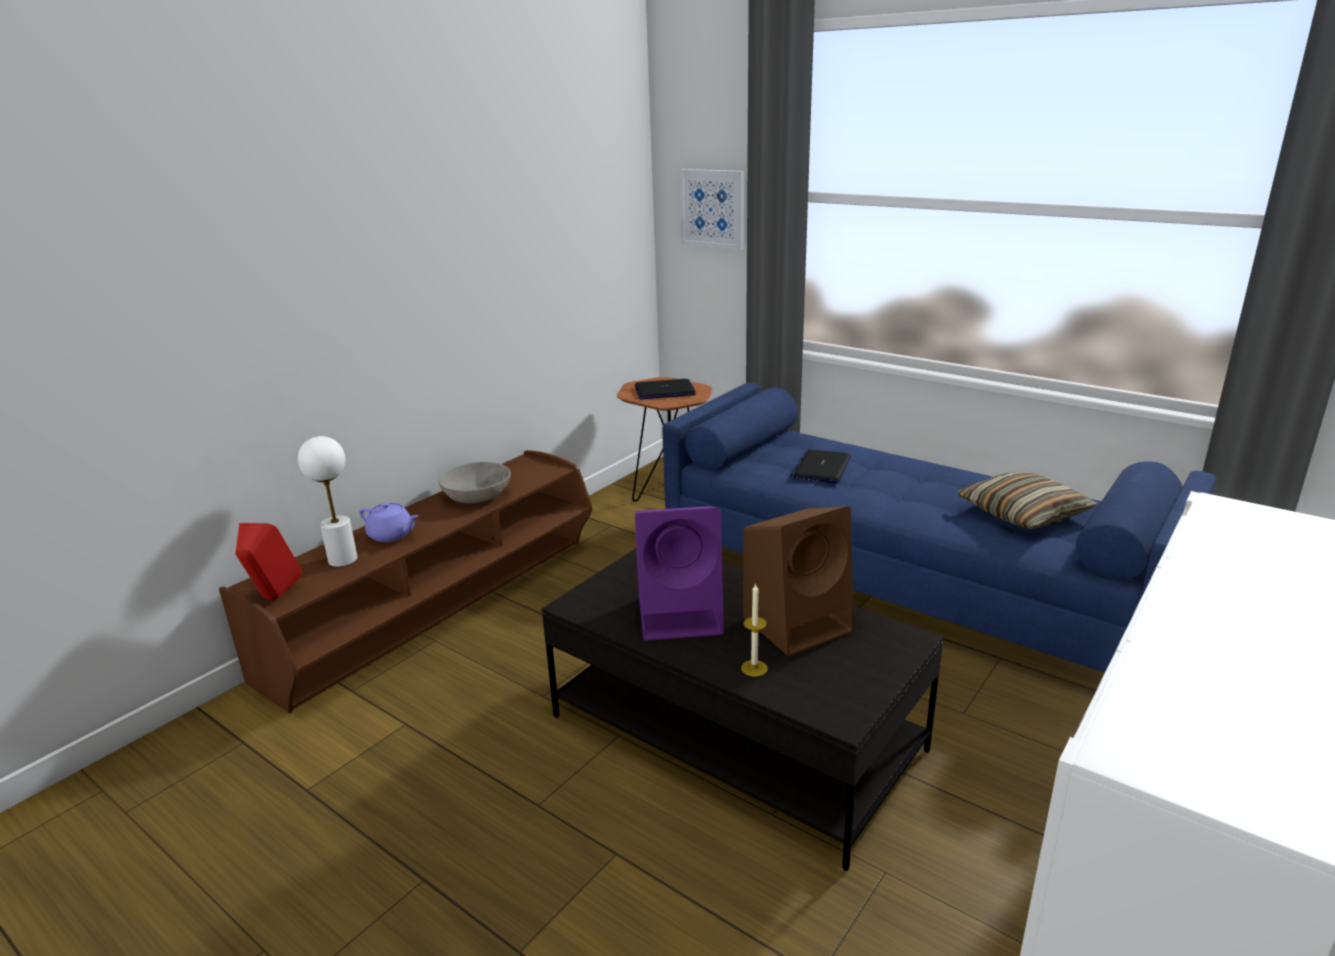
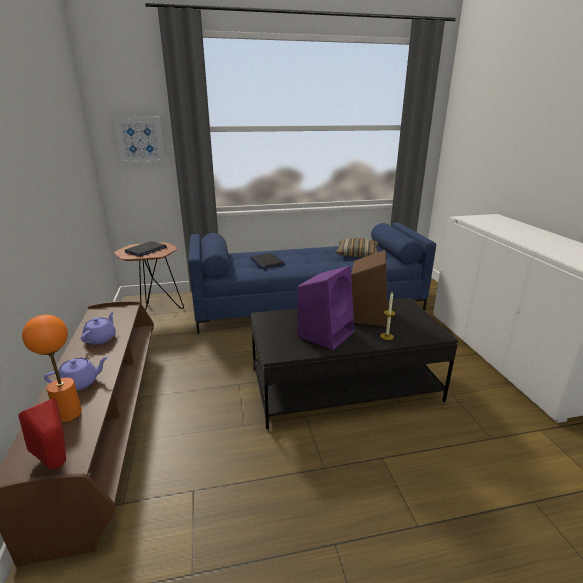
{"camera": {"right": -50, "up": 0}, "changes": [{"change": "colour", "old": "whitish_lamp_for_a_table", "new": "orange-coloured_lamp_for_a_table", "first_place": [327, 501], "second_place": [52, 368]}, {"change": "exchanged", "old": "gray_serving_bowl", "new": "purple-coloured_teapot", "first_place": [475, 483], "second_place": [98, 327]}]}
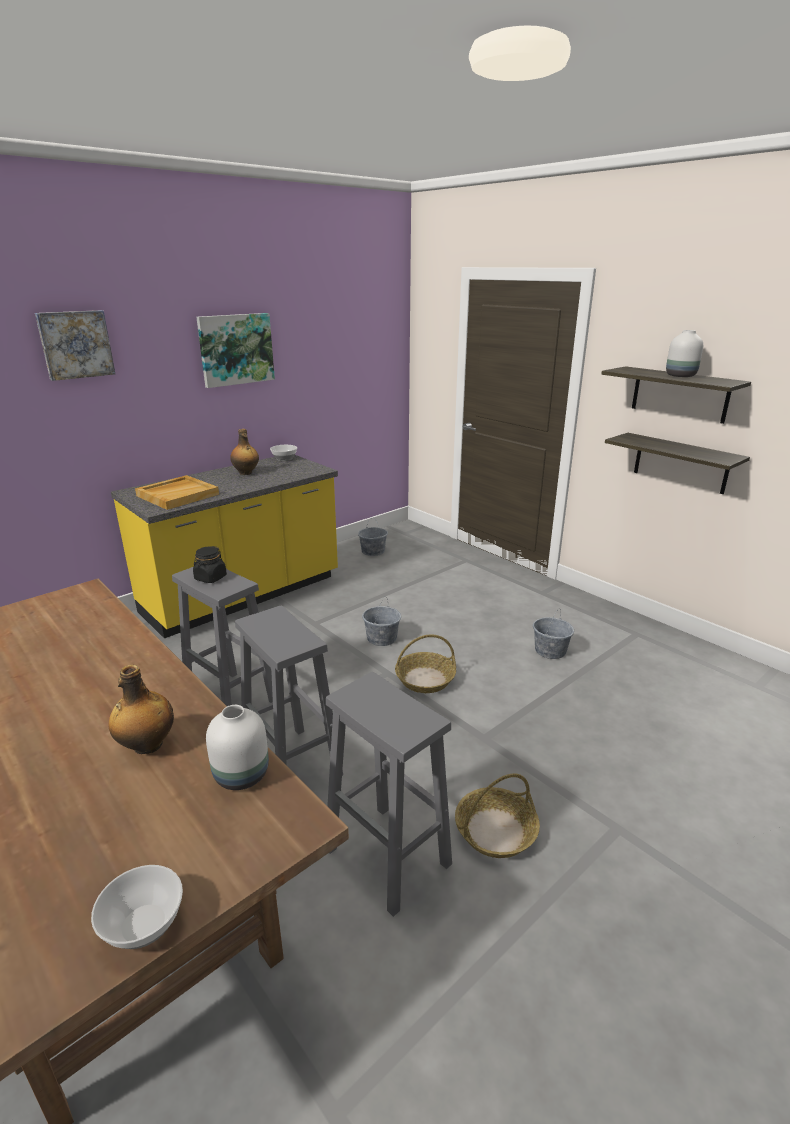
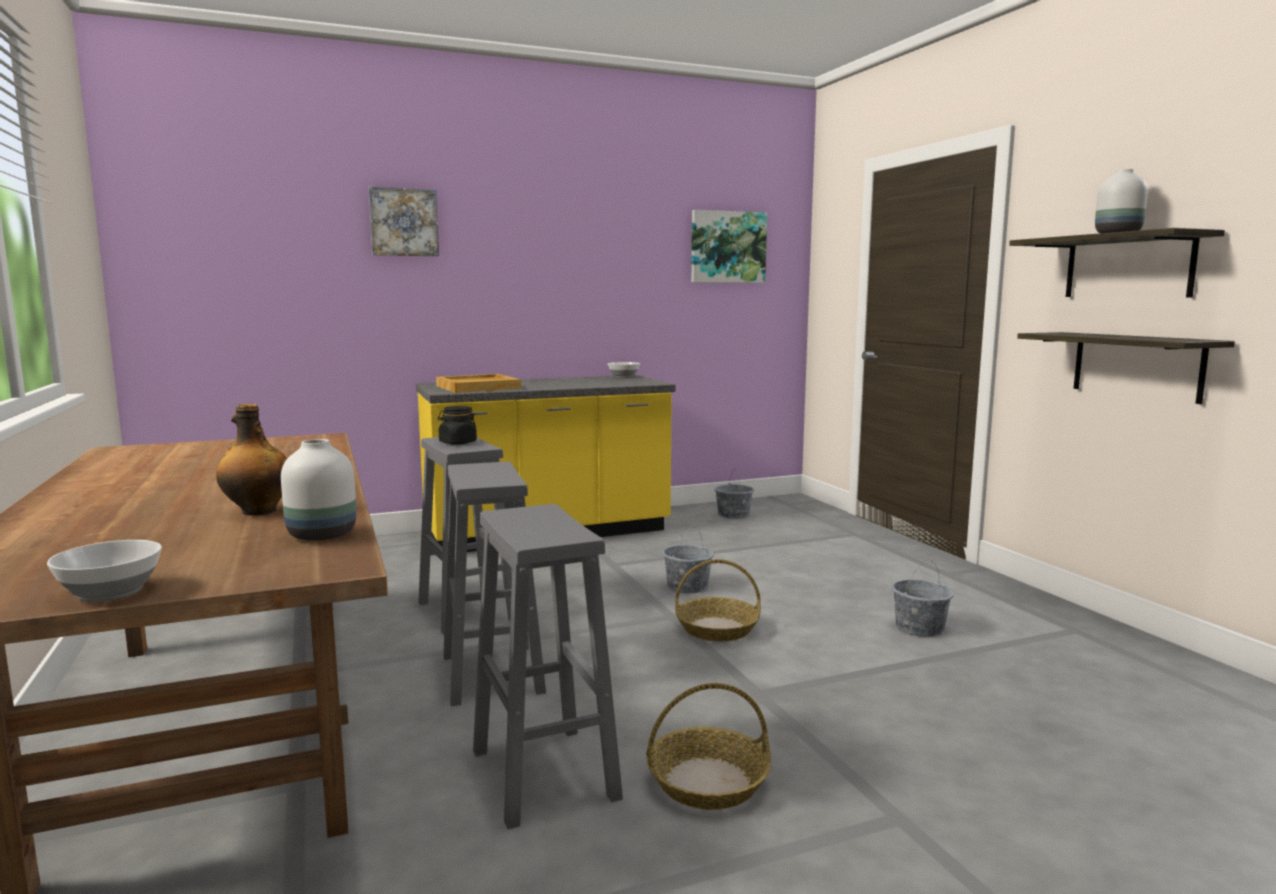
{"camera": {"right": 20, "up": -15}, "changes": [{"change": "relocated", "old": "picture", "first_place": [235, 350], "second_place": [729, 246]}, {"change": "missing", "old": "beverage_bottle", "first_place": [244, 452]}]}
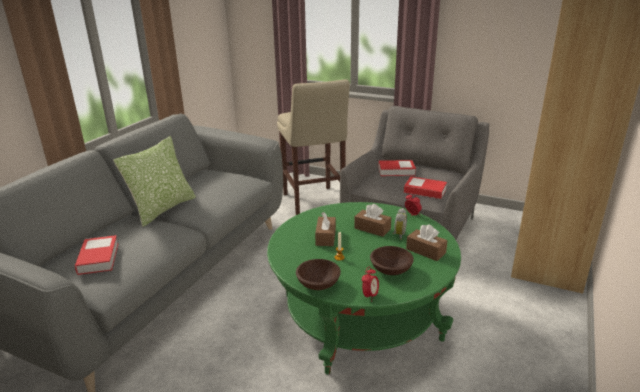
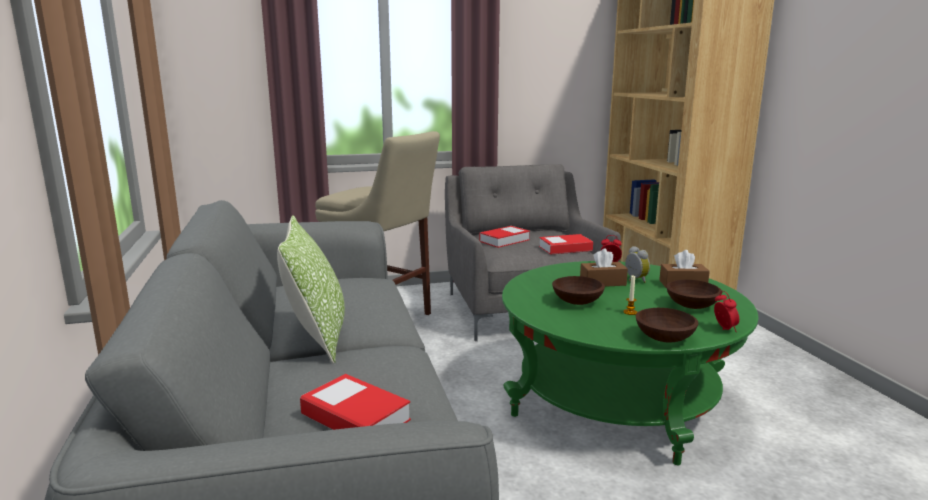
{"camera": {"right": -40, "up": -10}, "changes": [{"change": "exchanged", "old": "brown_box_of_tissues", "new": "brown_serving_bowl", "first_place": [325, 229], "second_place": [578, 290]}]}
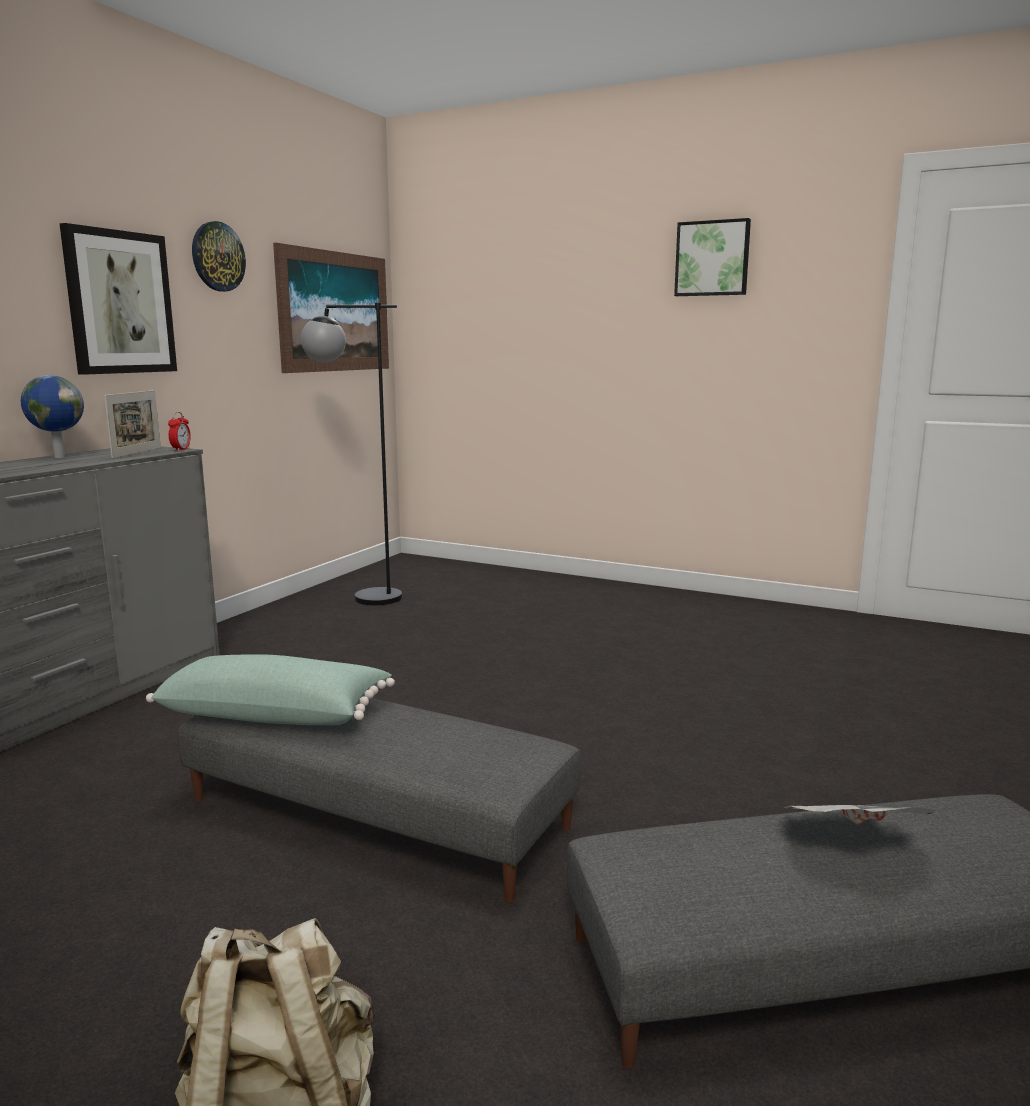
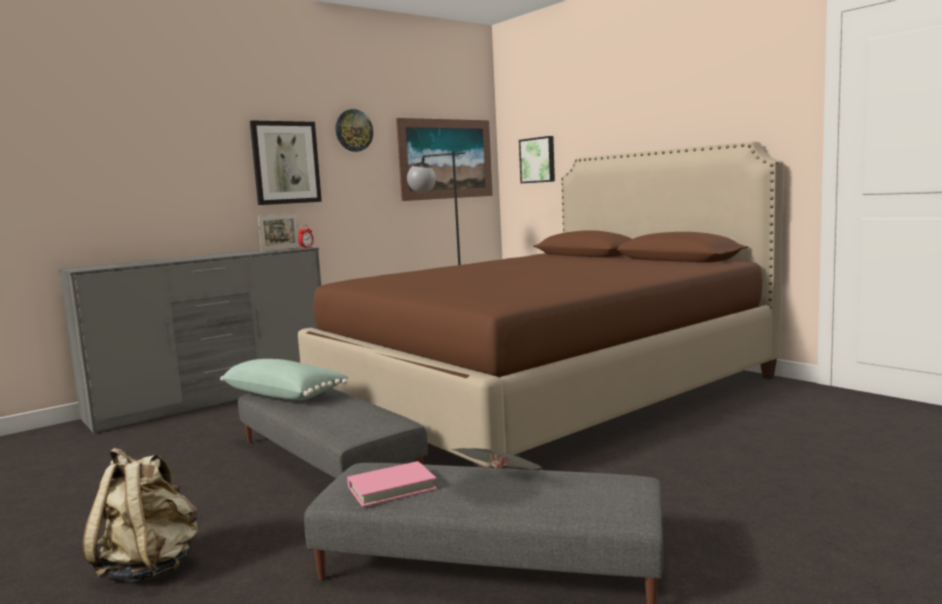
{"camera": {"right": 25, "up": -5}, "changes": [{"change": "relocated", "old": "picture", "first_place": [712, 257], "second_place": [537, 159]}, {"change": "missing", "old": "globe", "first_place": [52, 416]}, {"change": "appeared", "new": "brown_sleeping_bed", "second_place": [541, 305]}, {"change": "appeared", "new": "pinkish_book", "second_place": [392, 484]}]}
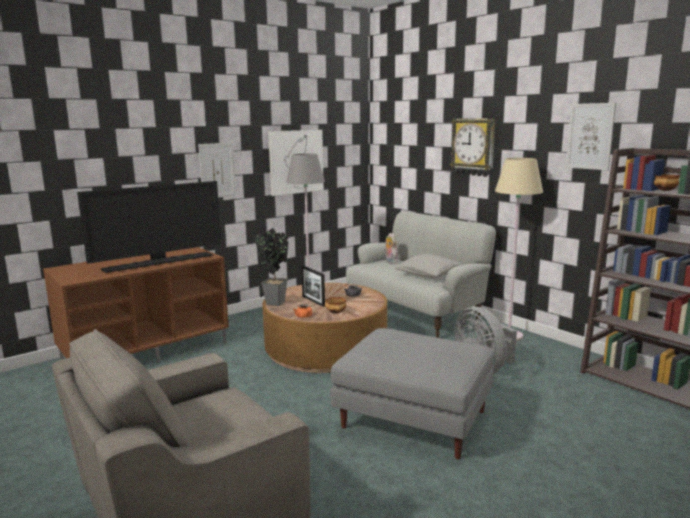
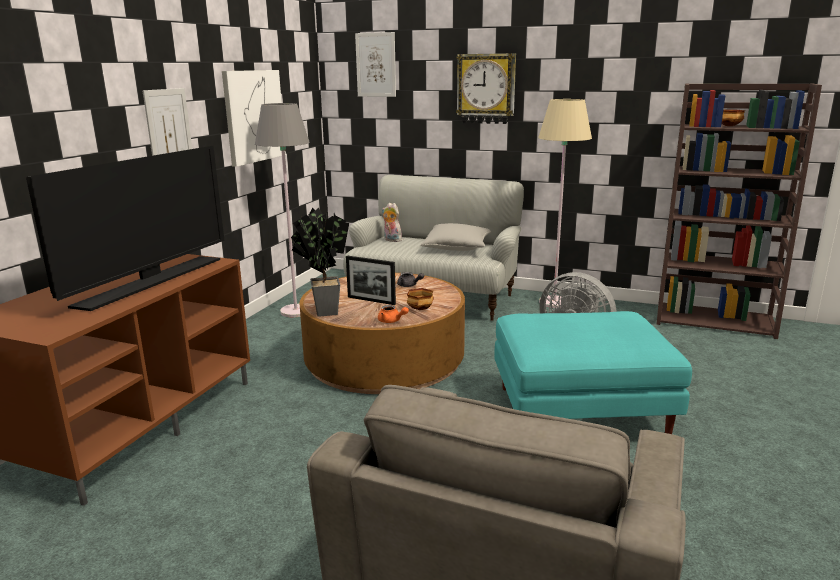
{"camera": {"right": -30, "up": 5}, "changes": [{"change": "relocated", "old": "picture", "first_place": [591, 136], "second_place": [375, 64]}, {"change": "colour", "old": "gray_footrest", "new": "blue-green_footrest", "first_place": [412, 393], "second_place": [593, 372]}]}
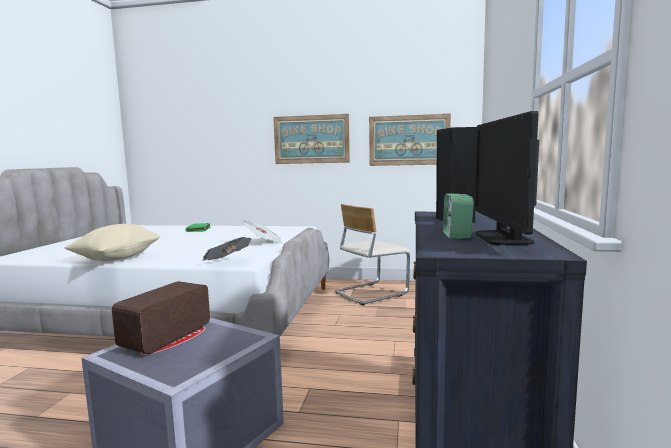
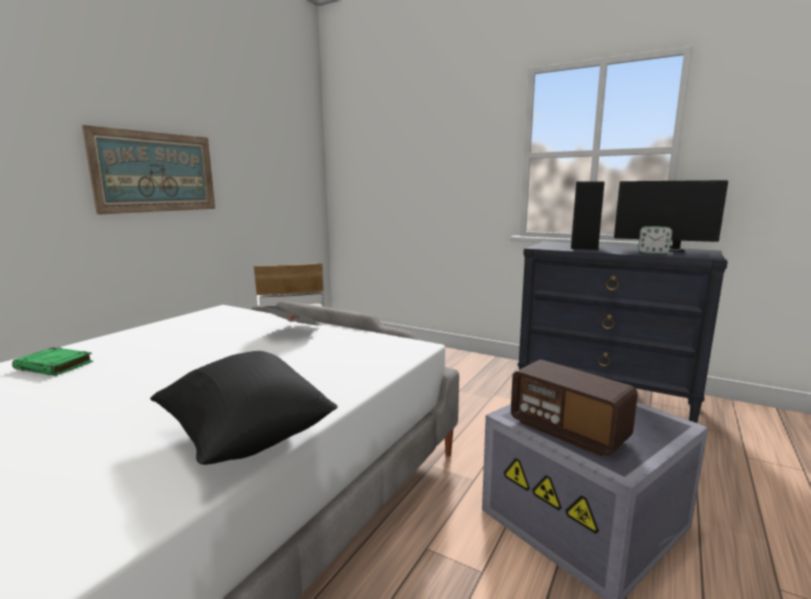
{"camera": {"right": -70, "up": 5}, "changes": [{"change": "missing", "old": "picture", "first_place": [410, 140]}, {"change": "colour", "old": "beige_throw_pillow", "new": "blackish_throw_pillow", "first_place": [112, 242], "second_place": [244, 408]}, {"change": "missing", "old": "daily_paper", "first_place": [227, 249]}]}
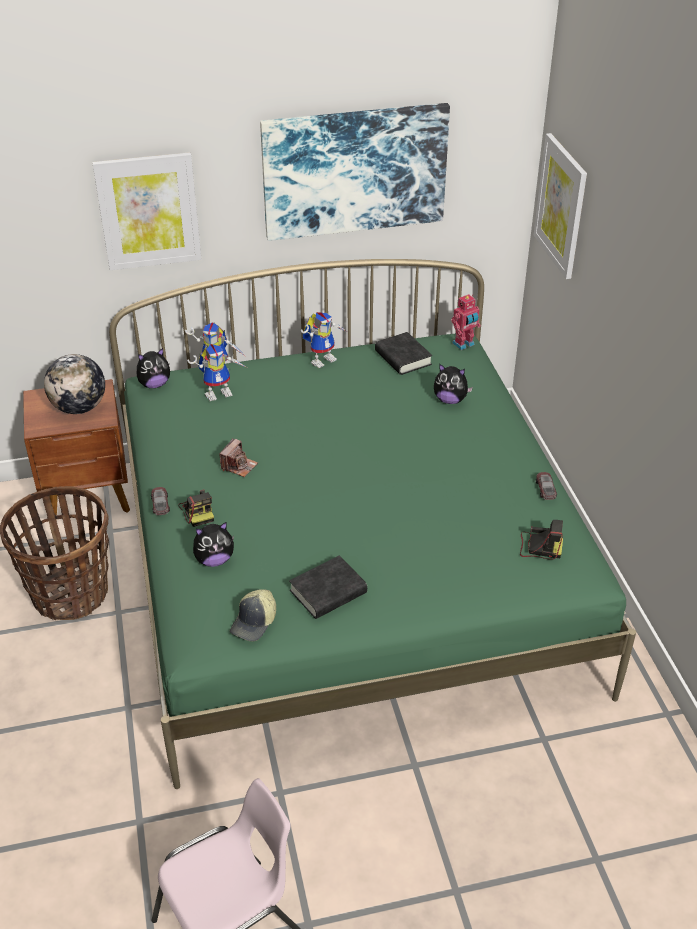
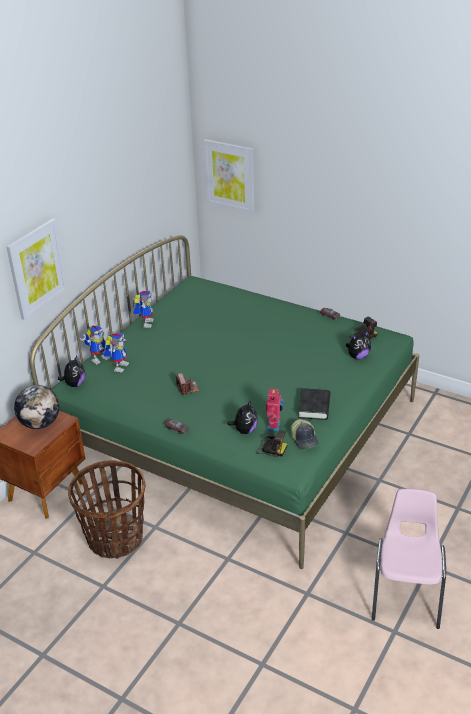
{"camera": {"right": -45, "up": -5}, "changes": [{"change": "missing", "old": "picture", "first_place": [355, 172]}, {"change": "relocated", "old": "toy_robot", "first_place": [465, 322], "second_place": [275, 409]}, {"change": "missing", "old": "blackish_book", "first_place": [403, 353]}, {"change": "relocated", "old": "soft_toy", "first_place": [453, 384], "second_place": [358, 345]}, {"change": "relocated", "old": "photo_camera", "first_place": [196, 508], "second_place": [272, 443]}]}
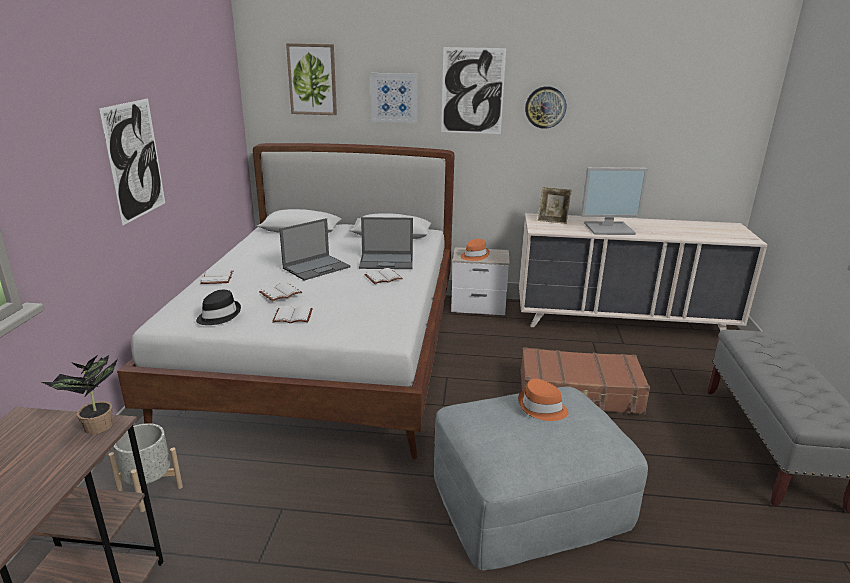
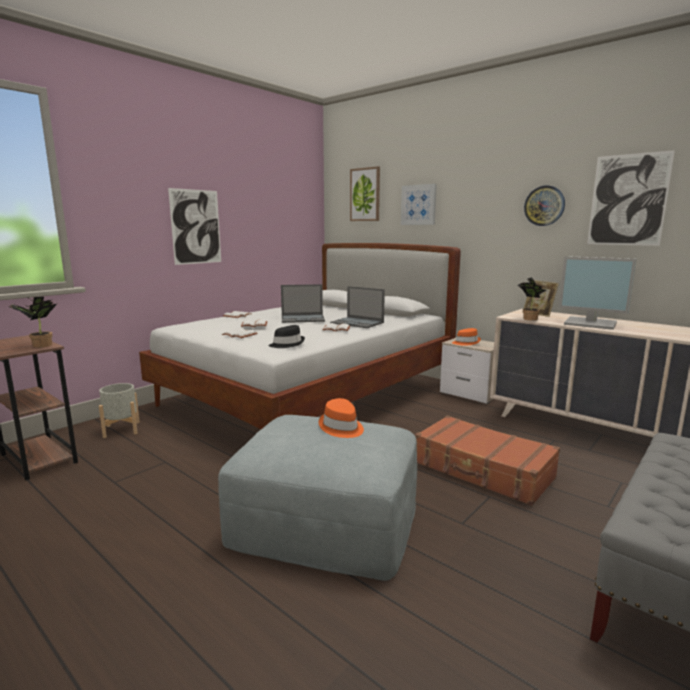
{"camera": {"right": 35, "up": -10}, "changes": [{"change": "relocated", "old": "picture", "first_place": [473, 90], "second_place": [631, 198]}, {"change": "relocated", "old": "blackish_hat", "first_place": [218, 307], "second_place": [287, 336]}, {"change": "appeared", "new": "houseplant", "second_place": [532, 299]}]}
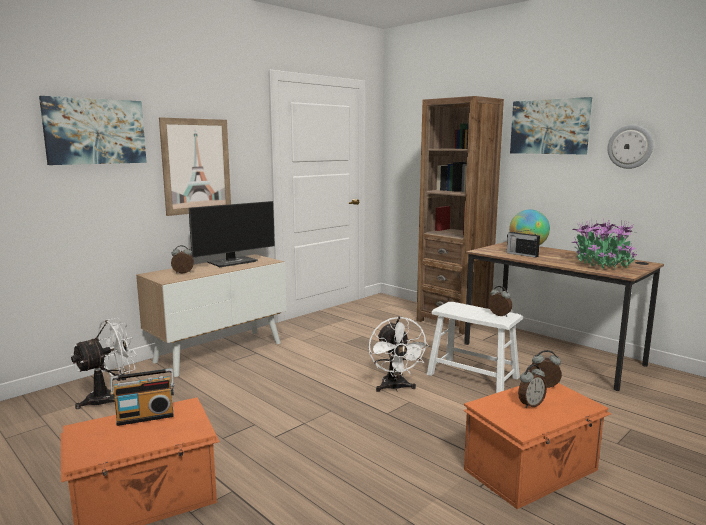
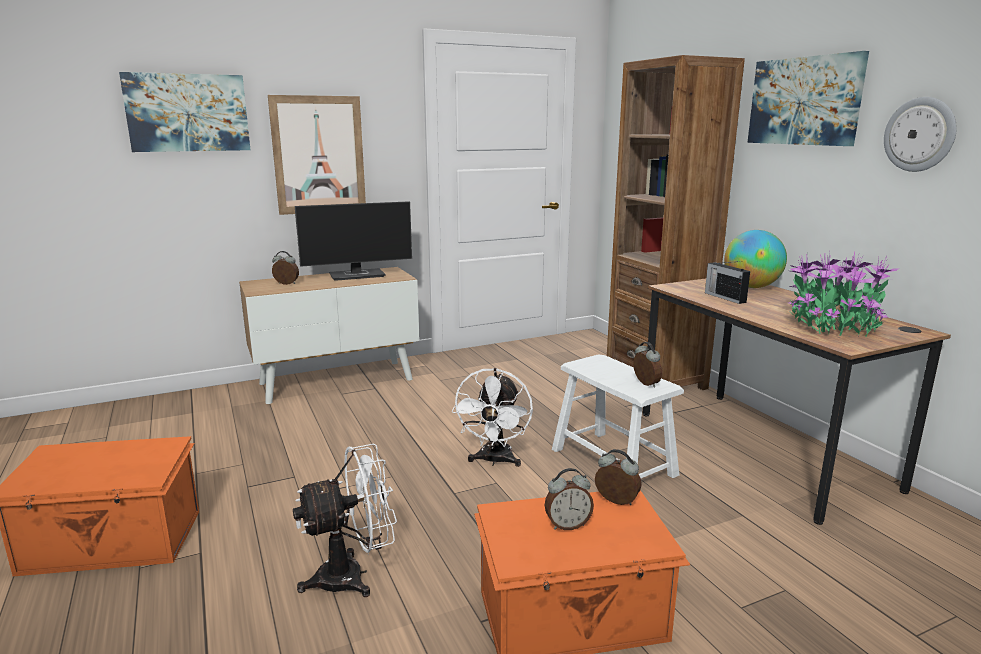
{"camera": {"right": 20, "up": 5}, "changes": [{"change": "relocated", "old": "whitish_cooling_fan", "first_place": [104, 363], "second_place": [345, 520]}, {"change": "missing", "old": "radio_set", "first_place": [142, 397]}]}
